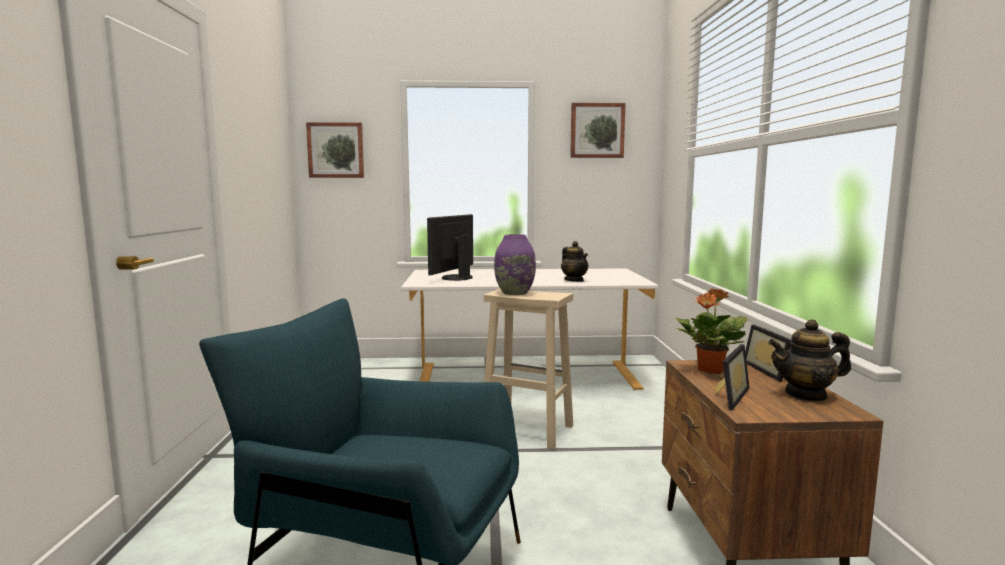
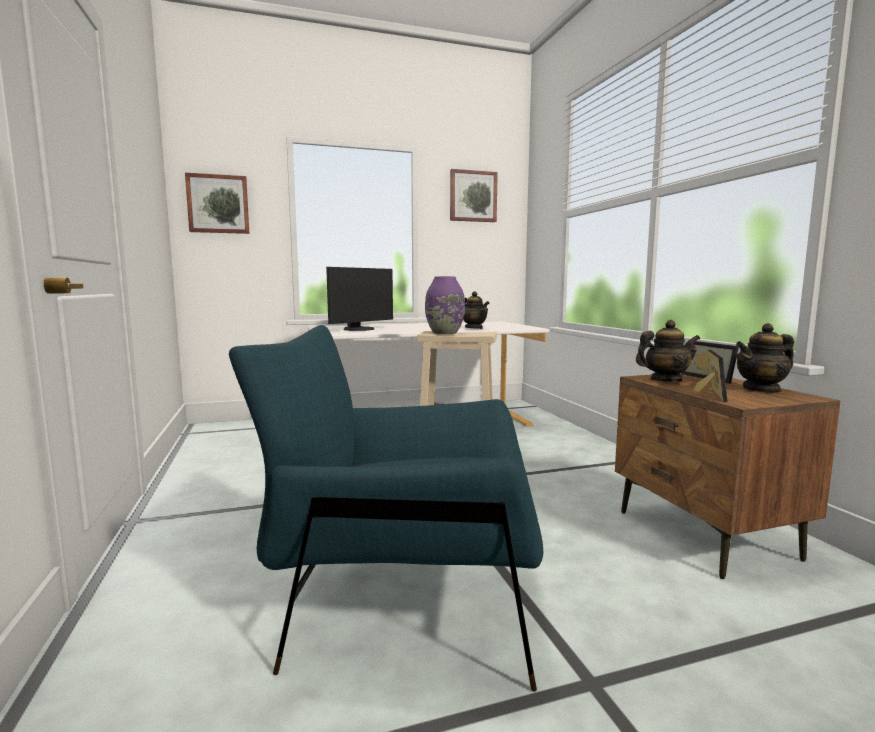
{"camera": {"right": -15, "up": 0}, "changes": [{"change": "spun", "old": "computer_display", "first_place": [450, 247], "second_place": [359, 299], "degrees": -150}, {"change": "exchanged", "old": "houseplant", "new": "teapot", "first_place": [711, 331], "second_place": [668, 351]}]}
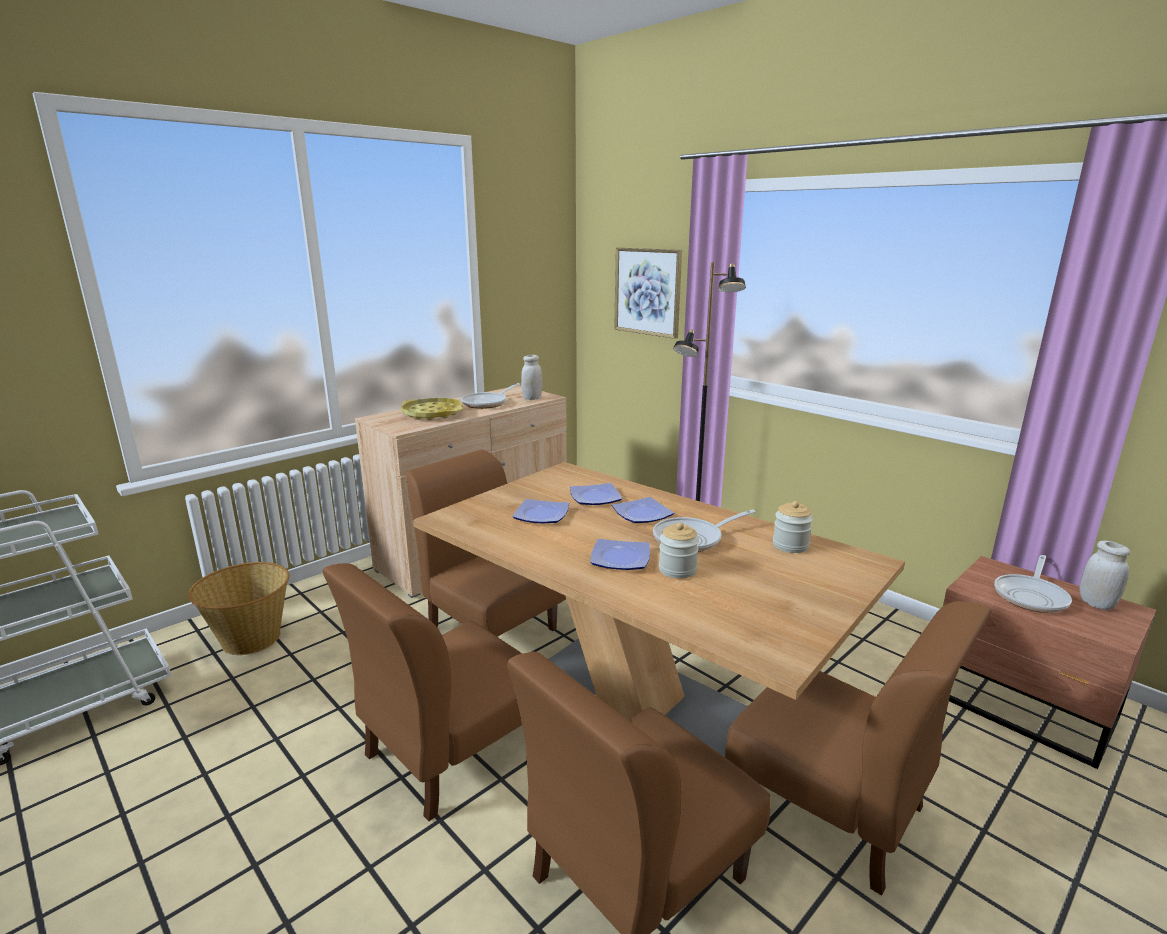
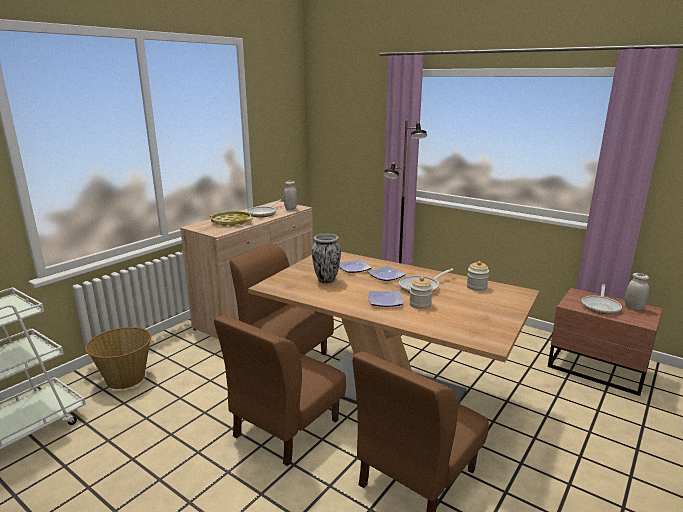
{"camera": {"right": -10, "up": 0}, "changes": [{"change": "missing", "old": "picture", "first_place": [648, 293]}, {"change": "exchanged", "old": "flat_dish", "new": "flower_vase", "first_place": [541, 511], "second_place": [326, 259]}, {"change": "missing", "old": "brown_upright_chair", "first_place": [858, 748]}]}
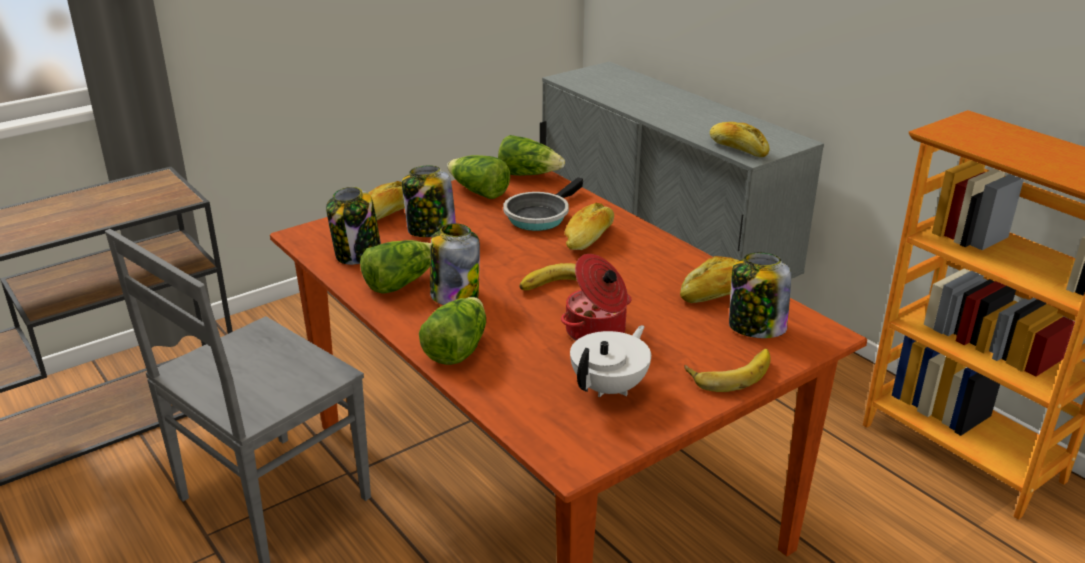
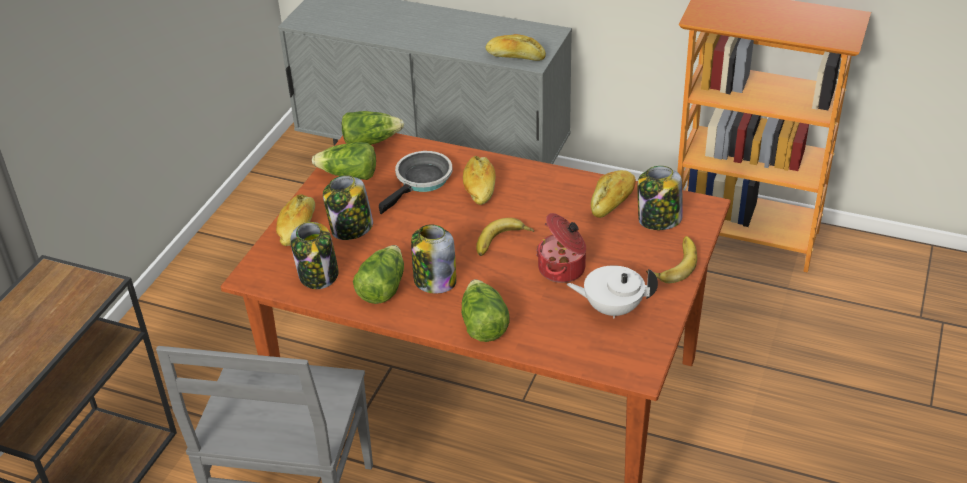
{"camera": {"right": -30, "up": 10}, "changes": [{"change": "spun", "old": "skillet", "first_place": [543, 204], "second_place": [415, 182], "degrees": -150}, {"change": "spun", "old": "whitish_teapot", "first_place": [610, 361], "second_place": [612, 292], "degrees": -90}]}
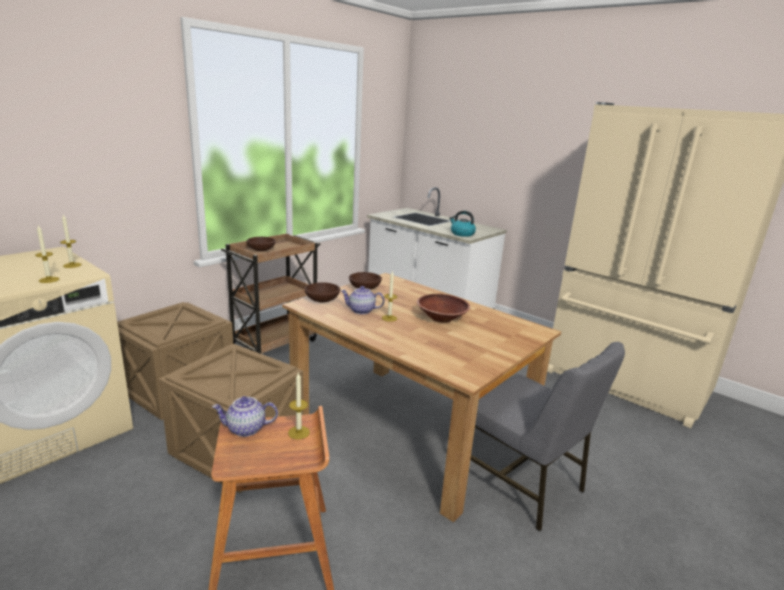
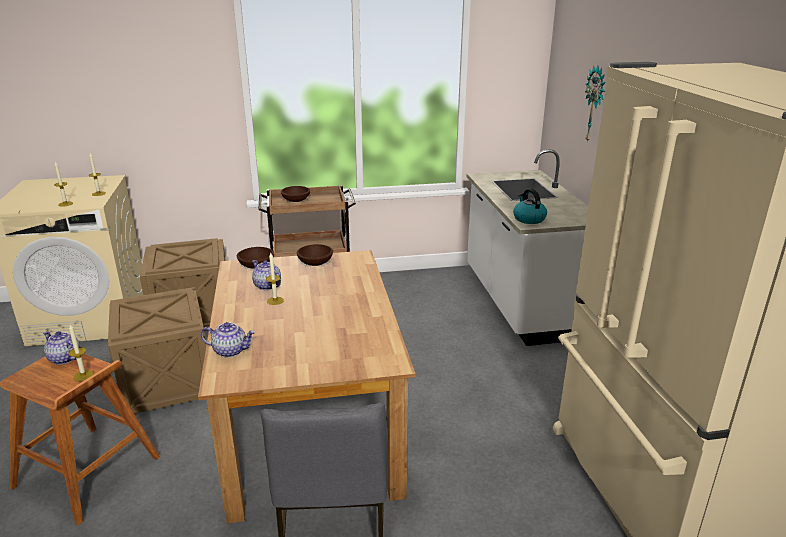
{"camera": {"right": 40, "up": 5}, "changes": [{"change": "missing", "old": "brown_serving_bowl", "first_place": [443, 308]}, {"change": "appeared", "new": "hanging_clock", "second_place": [595, 104]}, {"change": "appeared", "new": "teapot", "second_place": [228, 340]}]}
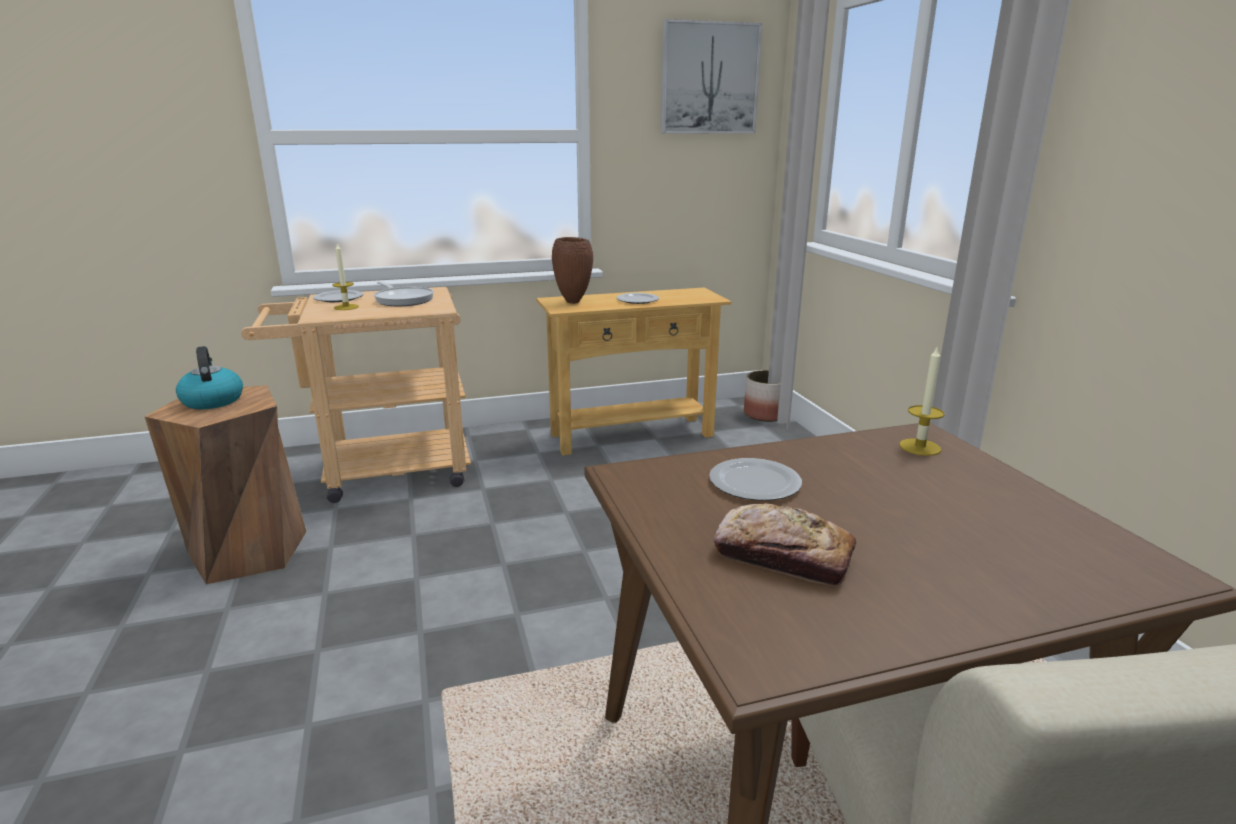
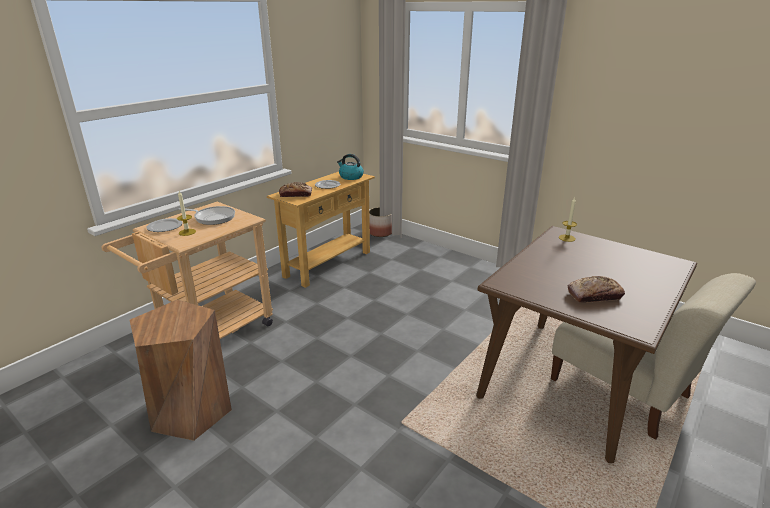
{"camera": {"right": -35, "up": 5}, "changes": [{"change": "missing", "old": "picture", "first_place": [711, 76]}, {"change": "exchanged", "old": "brown_flower_vase", "new": "bakery_bread", "first_place": [572, 270], "second_place": [295, 189]}, {"change": "relocated", "old": "kettle", "first_place": [209, 377], "second_place": [350, 167]}, {"change": "missing", "old": "flat_dish", "first_place": [755, 479]}]}
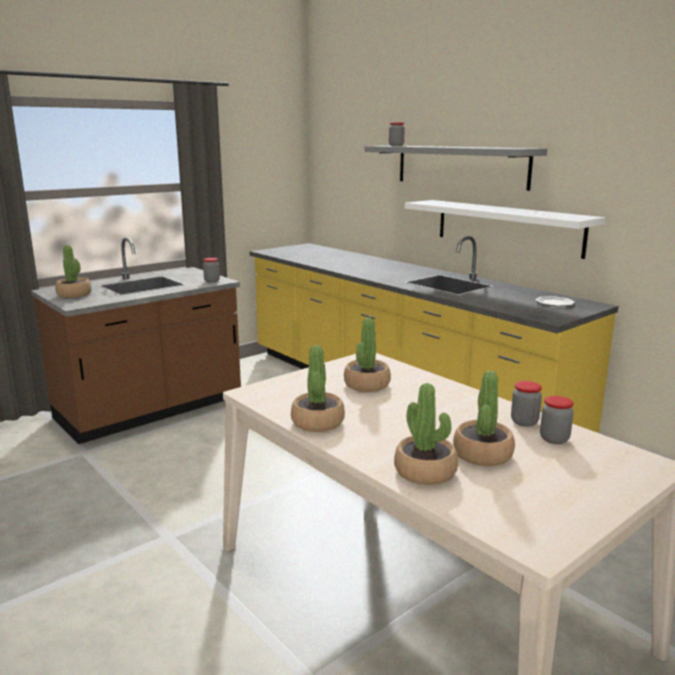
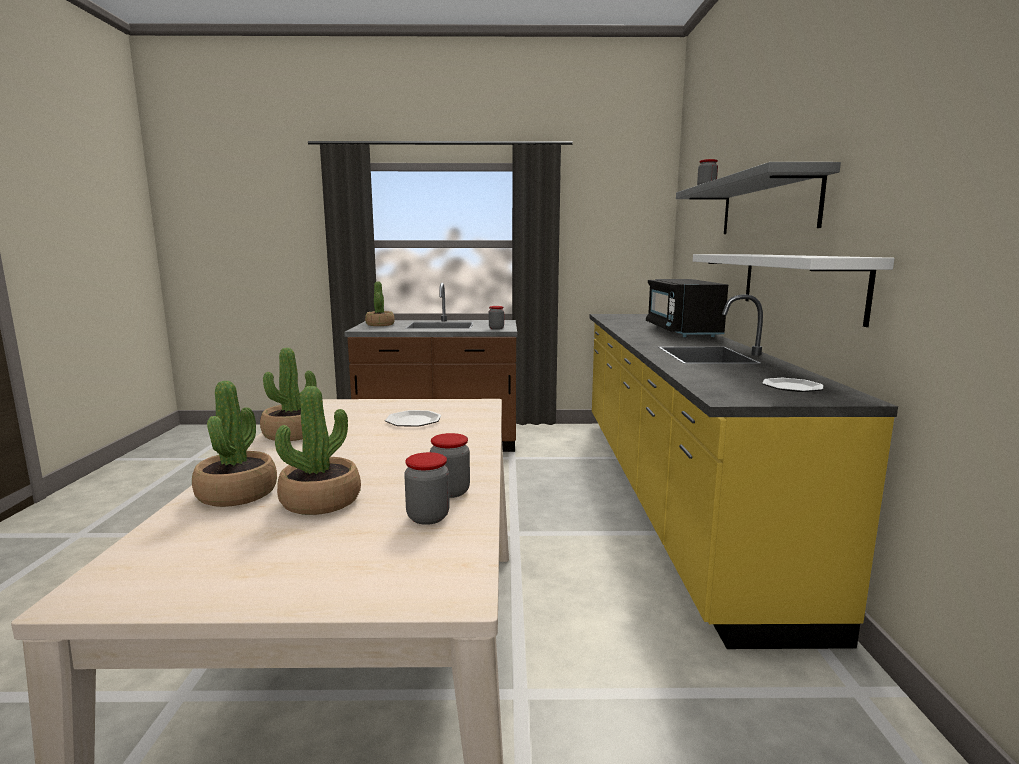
{"camera": {"right": 40, "up": -5}, "changes": [{"change": "exchanged", "old": "houseplant", "new": "flat_dish", "first_place": [367, 355], "second_place": [413, 418]}, {"change": "appeared", "new": "blackish_kitchen_microwave", "second_place": [687, 308]}]}
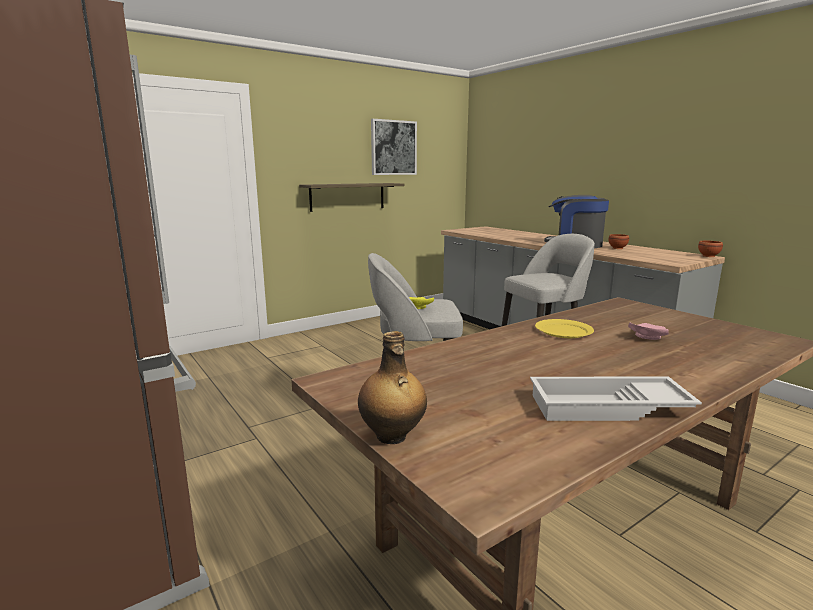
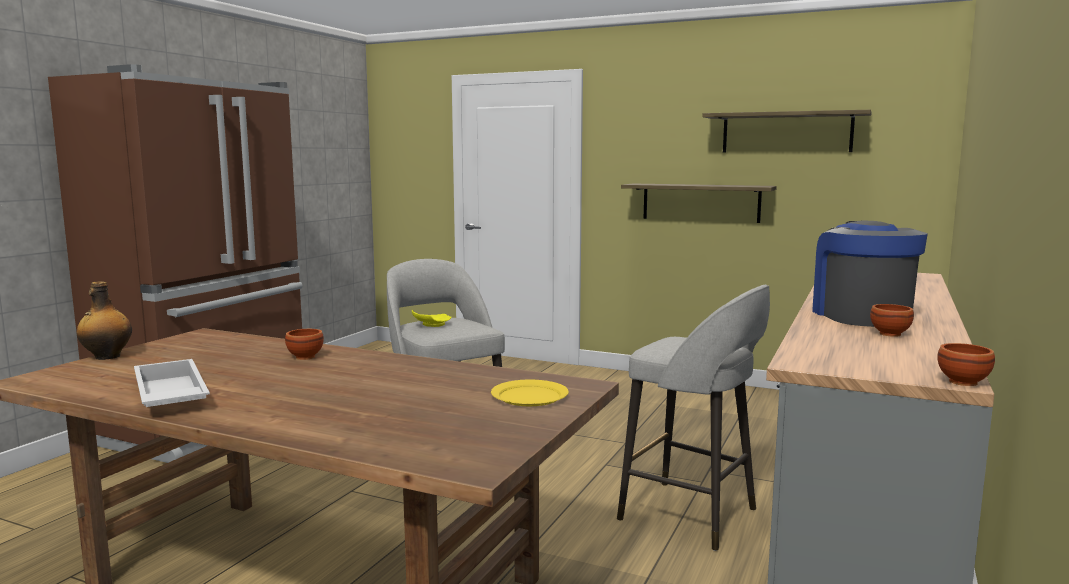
{"camera": {"right": 60, "up": -5}, "changes": [{"change": "exchanged", "old": "picture", "new": "wall_shelf", "first_place": [394, 147], "second_place": [787, 131]}, {"change": "relocated", "old": "yellowish_flat_dish", "first_place": [564, 328], "second_place": [530, 393]}, {"change": "missing", "old": "pinkish_flat_dish", "first_place": [648, 331]}, {"change": "appeared", "new": "brown_serving_bowl", "second_place": [304, 344]}]}
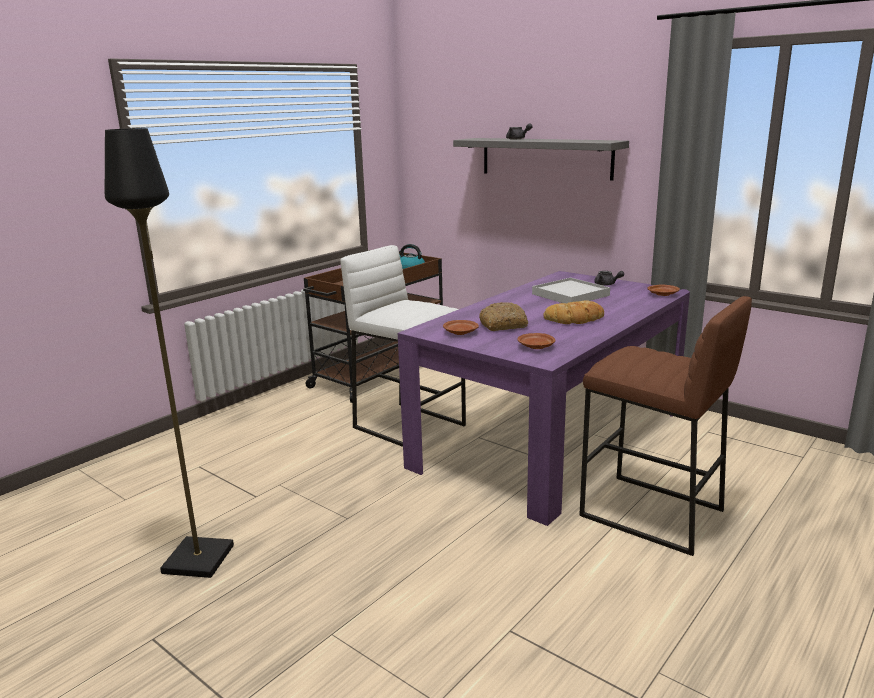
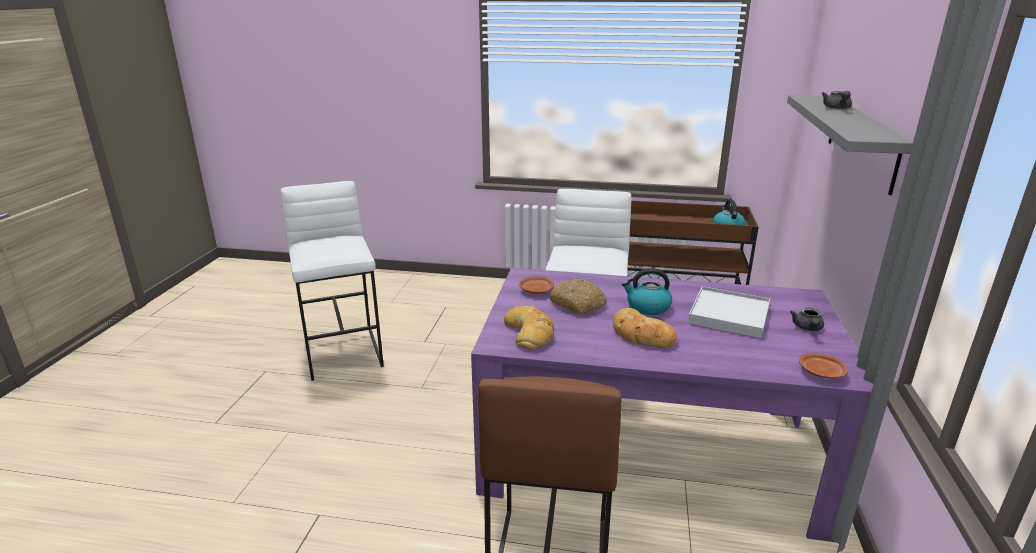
{"camera": {"right": 60, "up": 5}, "changes": [{"change": "exchanged", "old": "blackish_standard_lamp", "new": "whitish_stool_seat", "first_place": [169, 353], "second_place": [332, 281]}, {"change": "exchanged", "old": "brown_flat_dish", "new": "bakery_bread", "first_place": [536, 341], "second_place": [529, 328]}, {"change": "appeared", "new": "kettle", "second_place": [647, 291]}]}
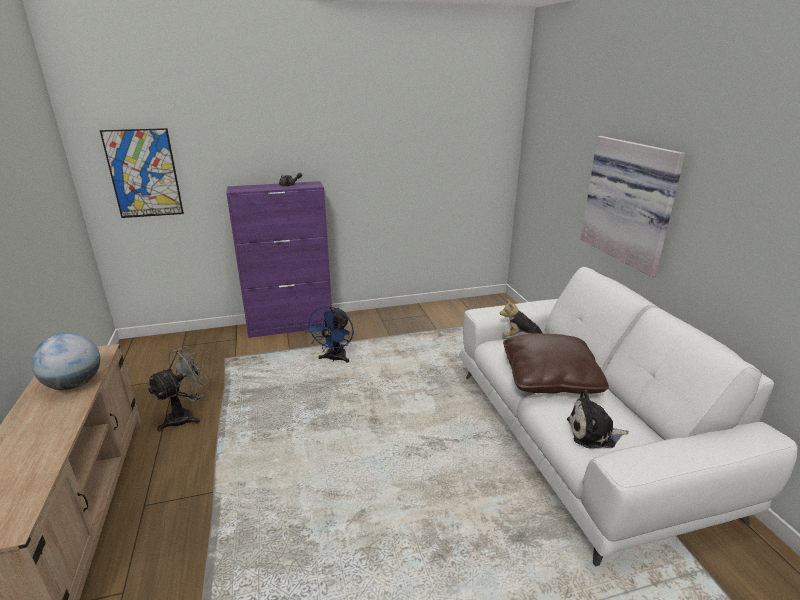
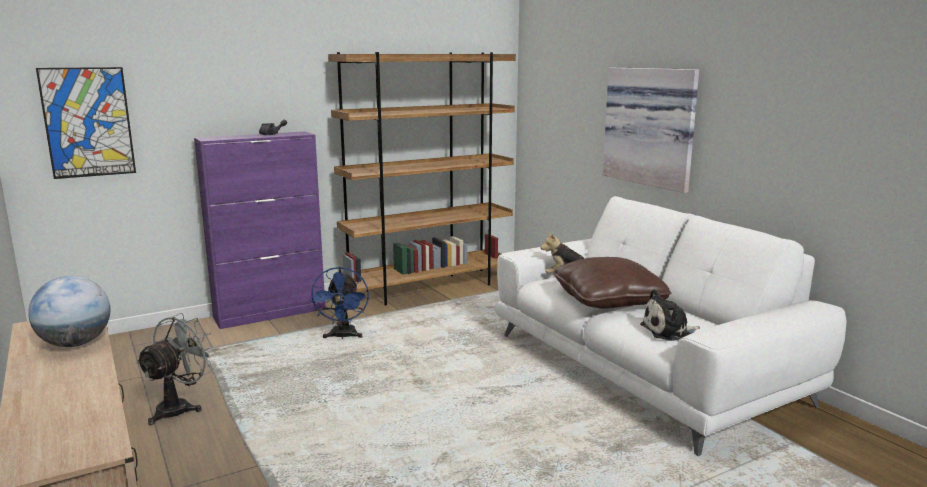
{"camera": {"right": -15, "up": -10}, "changes": [{"change": "appeared", "new": "brown_bookcase", "second_place": [422, 179]}]}
